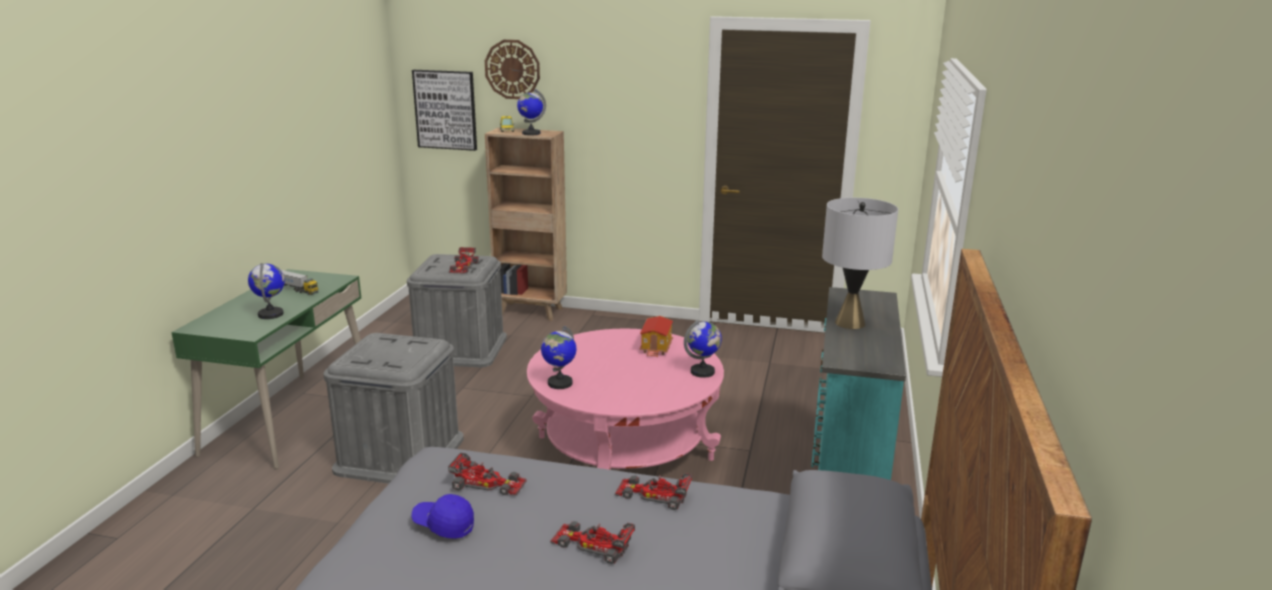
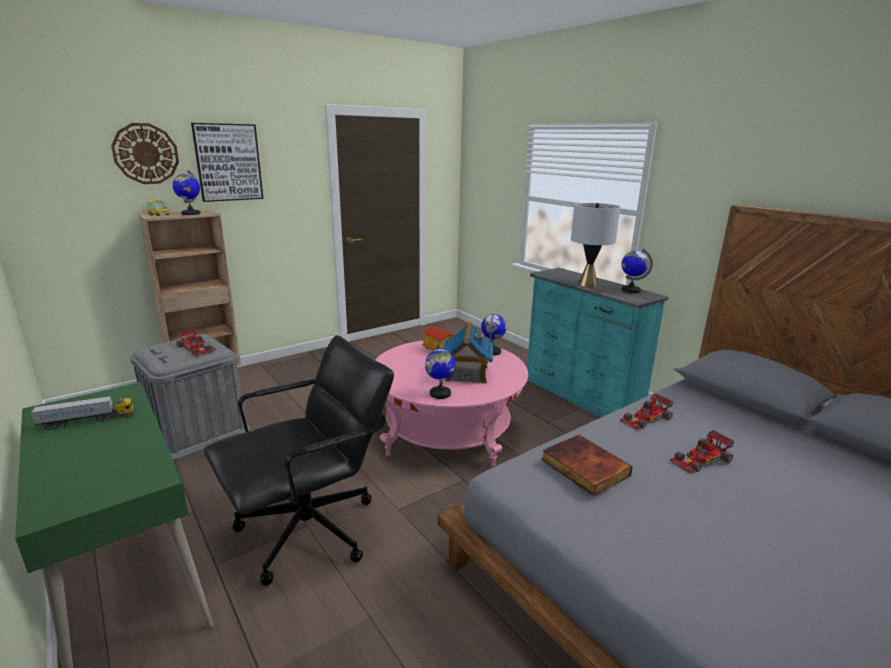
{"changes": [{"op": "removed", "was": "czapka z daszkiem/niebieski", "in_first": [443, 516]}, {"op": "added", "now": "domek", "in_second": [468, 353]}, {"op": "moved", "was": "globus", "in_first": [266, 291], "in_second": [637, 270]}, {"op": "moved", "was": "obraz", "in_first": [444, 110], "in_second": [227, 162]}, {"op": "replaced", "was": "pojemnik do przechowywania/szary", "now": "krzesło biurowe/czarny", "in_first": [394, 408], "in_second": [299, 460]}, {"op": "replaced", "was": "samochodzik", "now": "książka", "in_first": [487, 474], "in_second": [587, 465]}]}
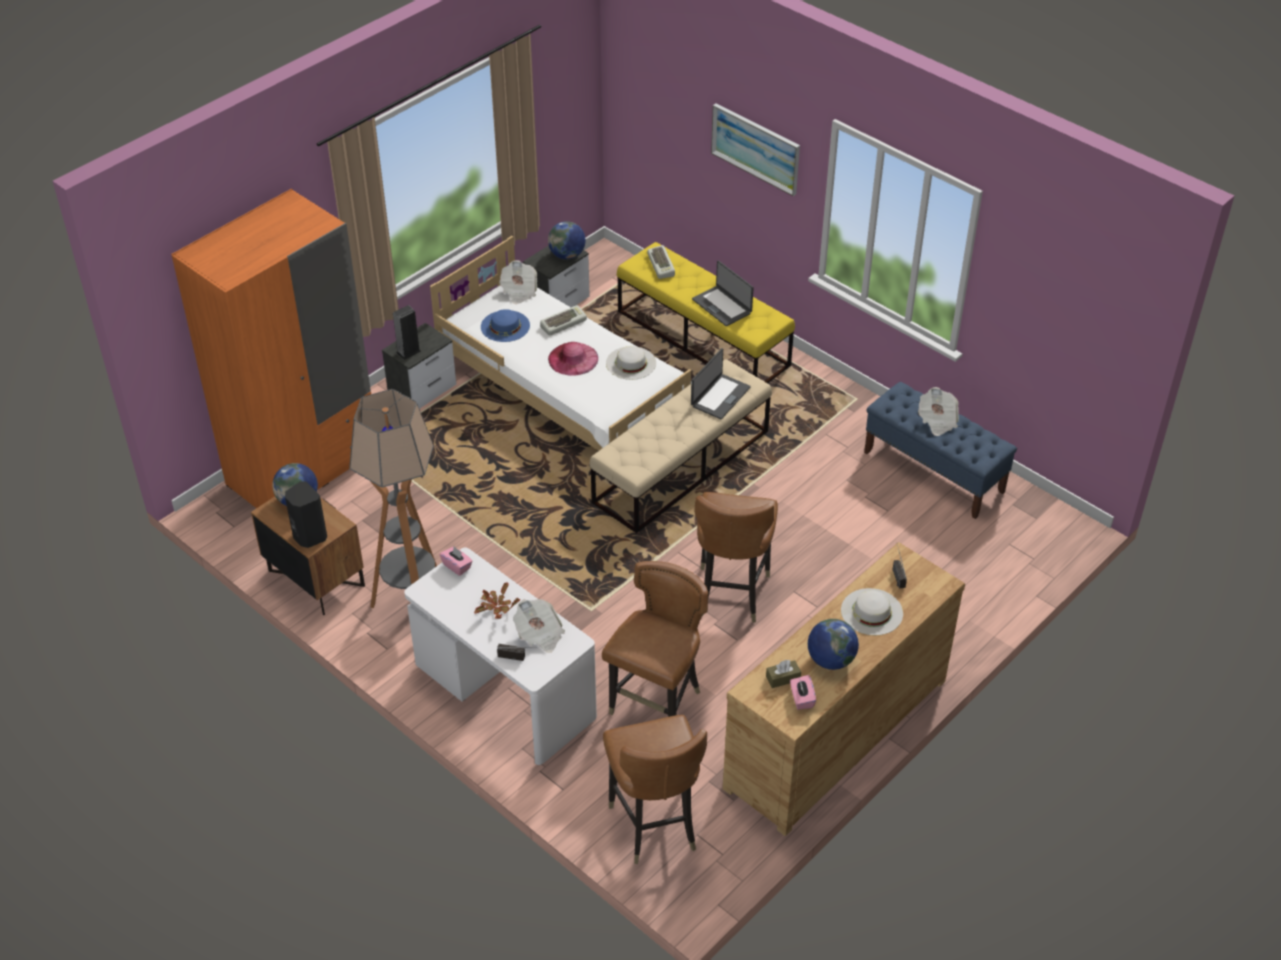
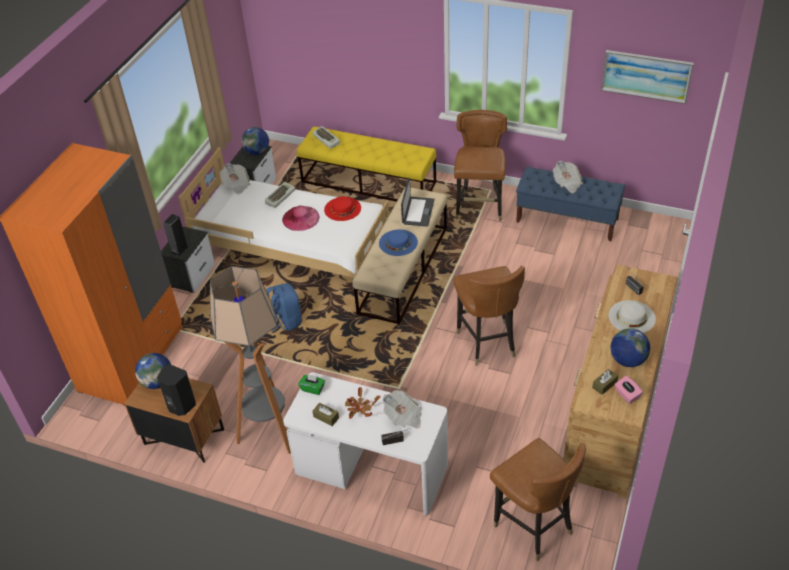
{"changes": [{"op": "removed", "was": "laptop", "in_first": [723, 293]}, {"op": "added", "now": "plecak/niebieski", "in_second": [284, 307]}, {"op": "added", "now": "pudełko chusteczek/brązowy", "in_second": [325, 414]}, {"op": "moved", "was": "kapelusz/niebieski", "in_first": [505, 325], "in_second": [398, 242]}, {"op": "moved", "was": "krzesło/brązowy", "in_first": [655, 639], "in_second": [480, 165]}, {"op": "moved", "was": "obraz", "in_first": [755, 149], "in_second": [647, 77]}, {"op": "recoloured", "was": "pudełko chusteczek/różowy", "now": "pudełko chusteczek/zielony", "in_first": [456, 561], "in_second": [311, 384]}, {"op": "recoloured", "was": "kapelusz/biały", "now": "kapelusz/czerwony", "in_first": [631, 363], "in_second": [342, 208]}]}
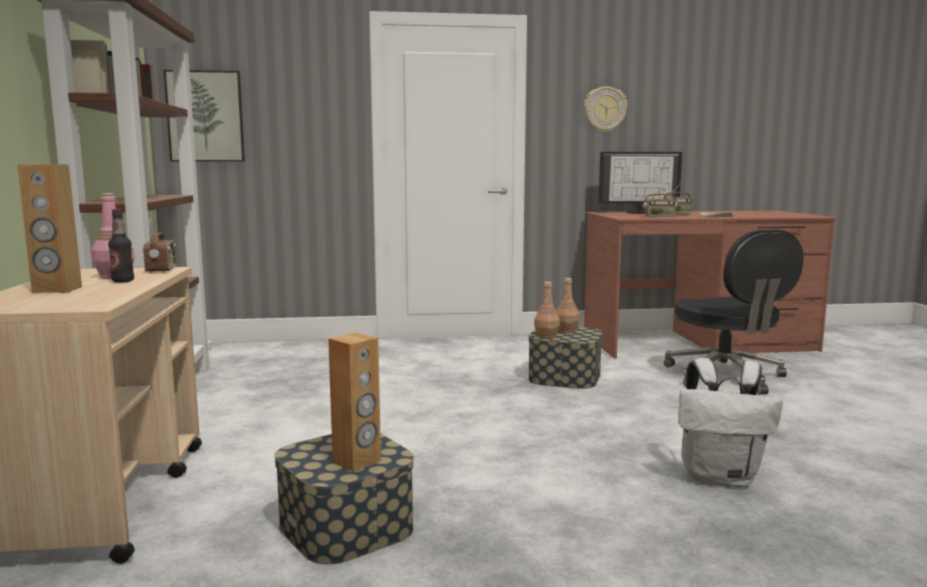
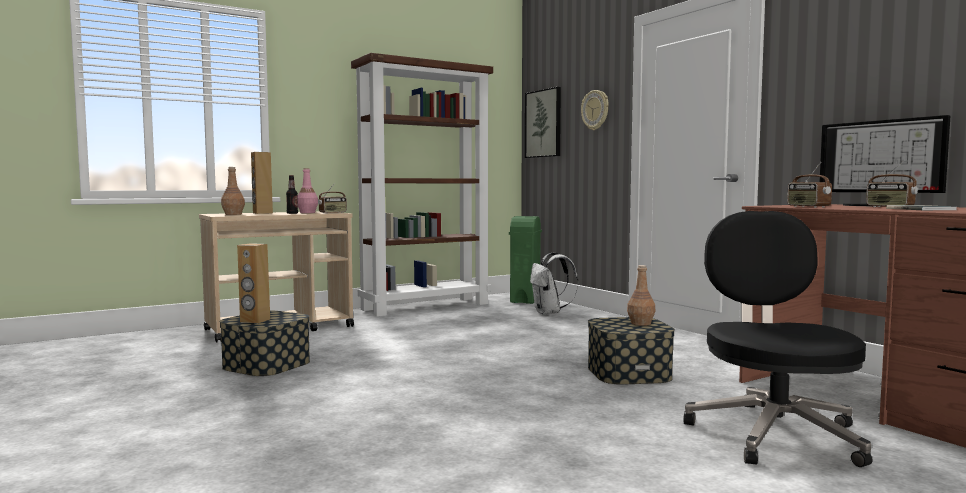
{"changes": [{"op": "added", "now": "kosz na śmieci/zielony", "in_second": [525, 260]}, {"op": "moved", "was": "butelka/brązowy", "in_first": [547, 310], "in_second": [233, 191]}, {"op": "moved", "was": "zegar ścienny", "in_first": [606, 109], "in_second": [595, 110]}, {"op": "moved", "was": "plecak/biały", "in_first": [730, 422], "in_second": [554, 283]}, {"op": "turned", "was": "krzesło biurowe/czarny", "in_first": [734, 312], "in_second": [778, 339], "clockwise": 135}]}
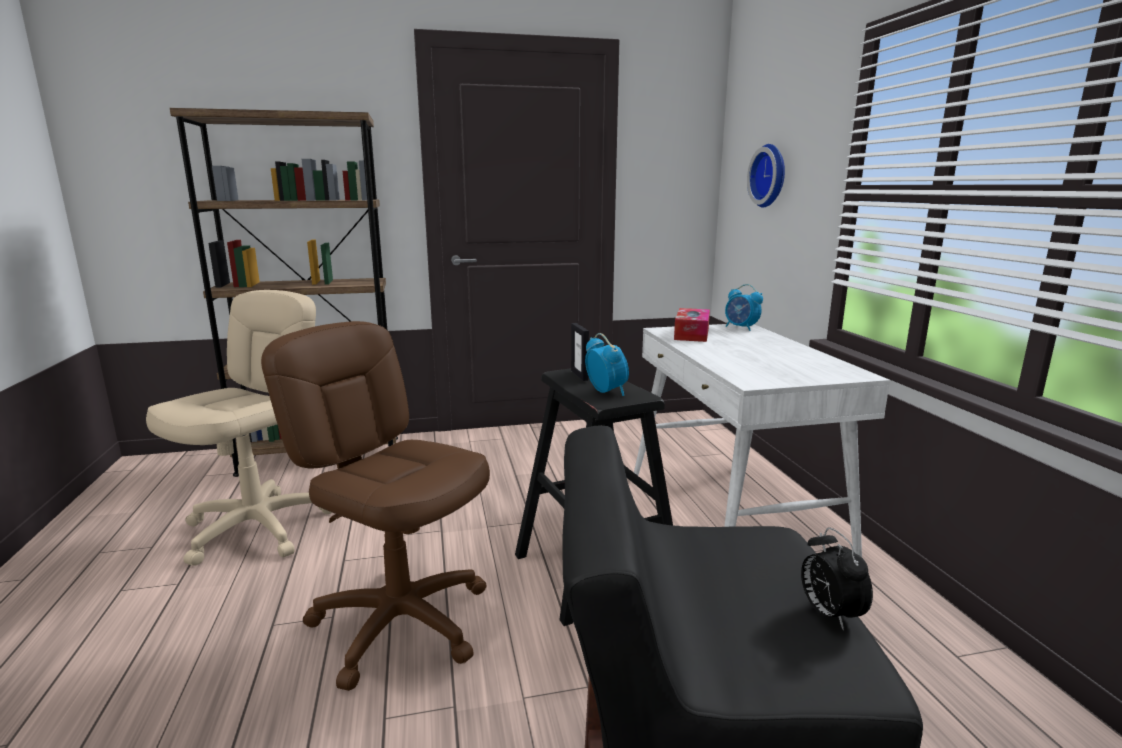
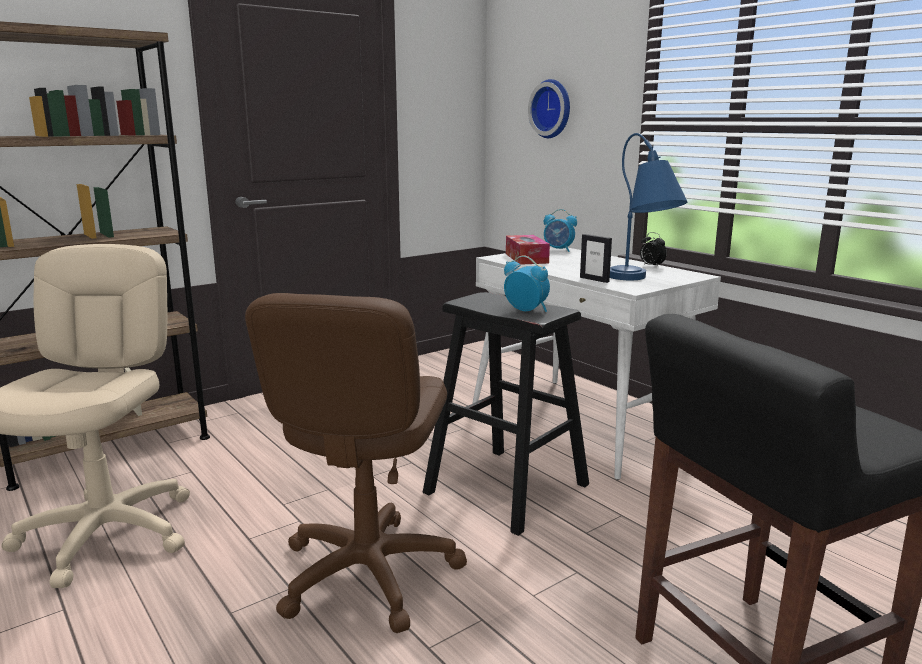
{"changes": [{"op": "added", "now": "lampa stołowa/niebieski", "in_second": [648, 206]}, {"op": "moved", "was": "ramka na zdjęcie", "in_first": [580, 352], "in_second": [596, 258]}, {"op": "moved", "was": "budzik", "in_first": [837, 579], "in_second": [653, 250]}, {"op": "turned", "was": "krzesło biurowe/brązowy", "in_first": [375, 506], "in_second": [356, 463], "clockwise": -90}]}
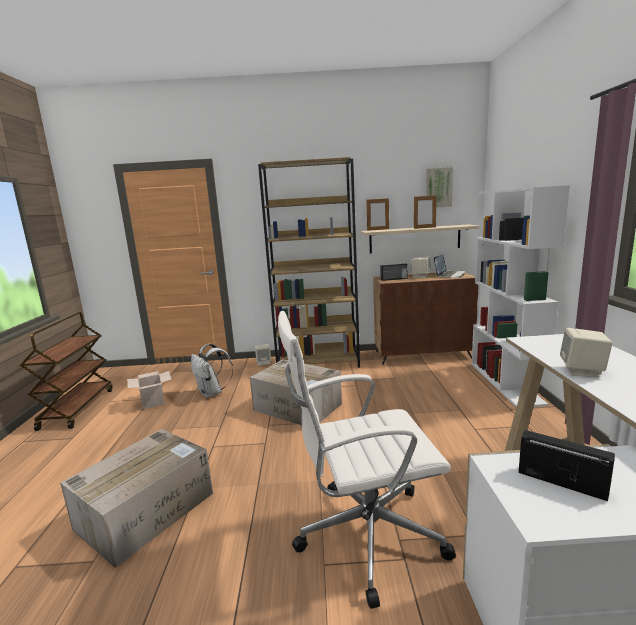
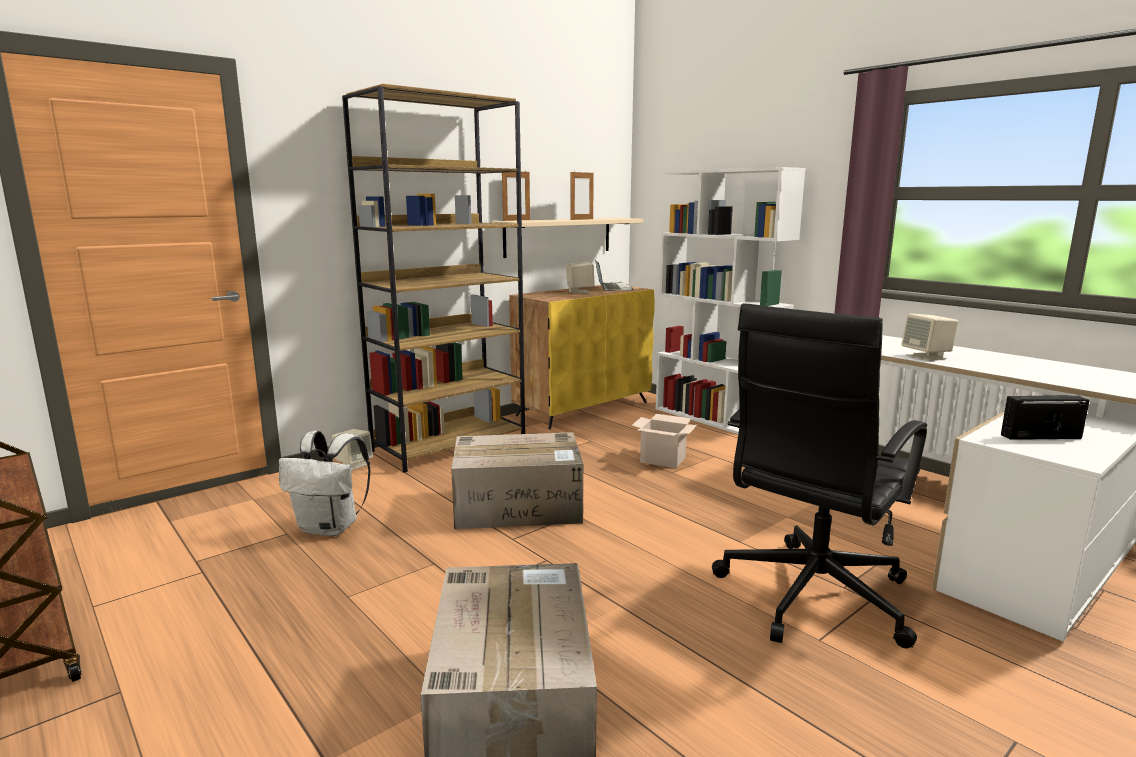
{"changes": [{"op": "removed", "was": "radio", "in_first": [394, 272]}, {"op": "removed", "was": "obraz", "in_first": [439, 187]}, {"op": "moved", "was": "karton", "in_first": [149, 390], "in_second": [664, 441]}, {"op": "recoloured", "was": "krzesło biurowe/biały", "now": "krzesło biurowe/czarny", "in_first": [367, 460], "in_second": [819, 475]}, {"op": "recoloured", "was": "szafka/brązowy", "now": "szafka/żółty", "in_first": [426, 318], "in_second": [582, 357]}]}
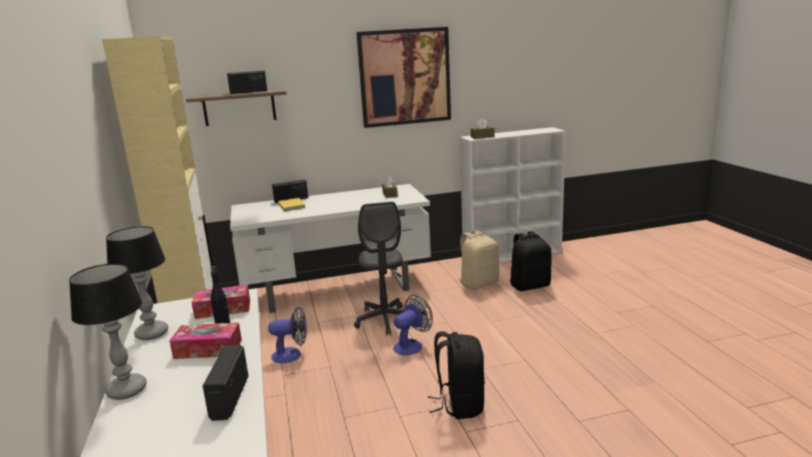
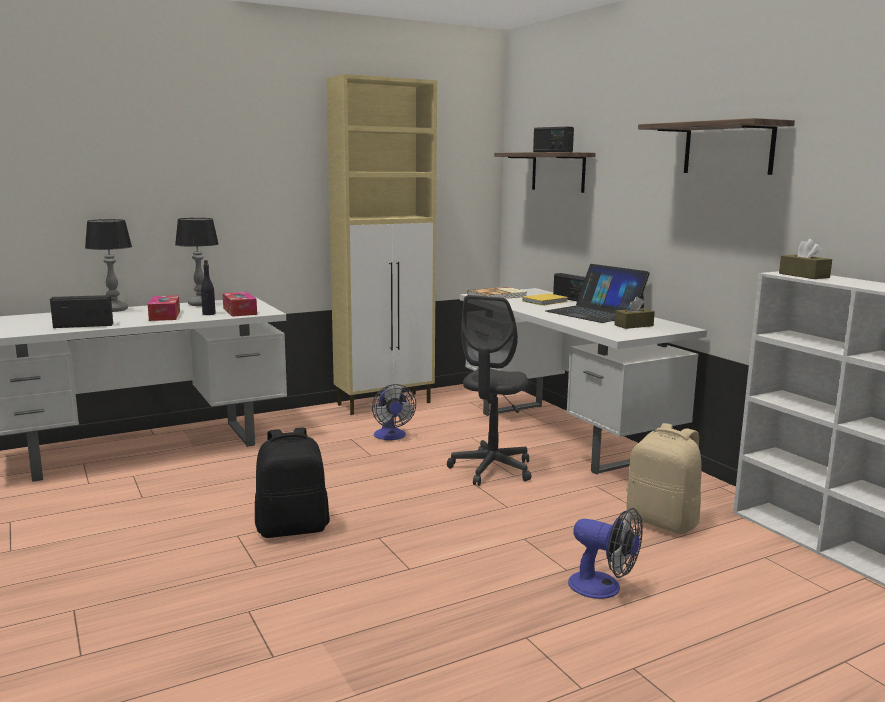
{"changes": [{"op": "removed", "was": "plecak/czarny", "in_first": [531, 261]}, {"op": "added", "now": "książka", "in_second": [497, 293]}, {"op": "added", "now": "laptop", "in_second": [597, 293]}, {"op": "moved", "was": "wentylator", "in_first": [413, 325], "in_second": [605, 553]}, {"op": "replaced", "was": "obraz", "now": "półka", "in_first": [403, 77], "in_second": [716, 146]}, {"op": "turned", "was": "krzesło biurowe/szary", "in_first": [379, 269], "in_second": [489, 390], "clockwise": -45}]}
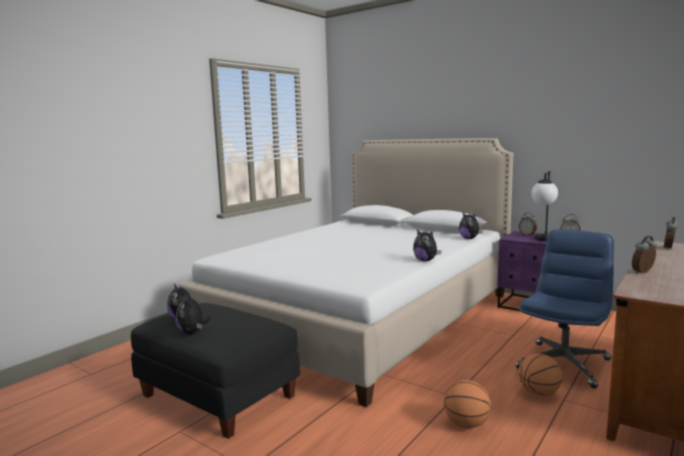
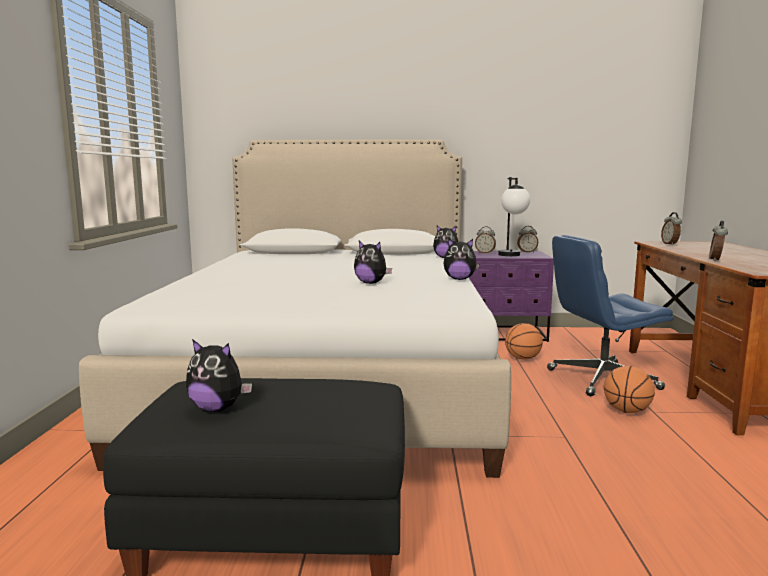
{"changes": [{"op": "moved", "was": "pluszak", "in_first": [193, 314], "in_second": [373, 262]}, {"op": "moved", "was": "piłka do koszykówki", "in_first": [467, 404], "in_second": [524, 341]}, {"op": "turned", "was": "krzesło biurowe/niebieski", "in_first": [565, 309], "in_second": [610, 315], "clockwise": -105}]}
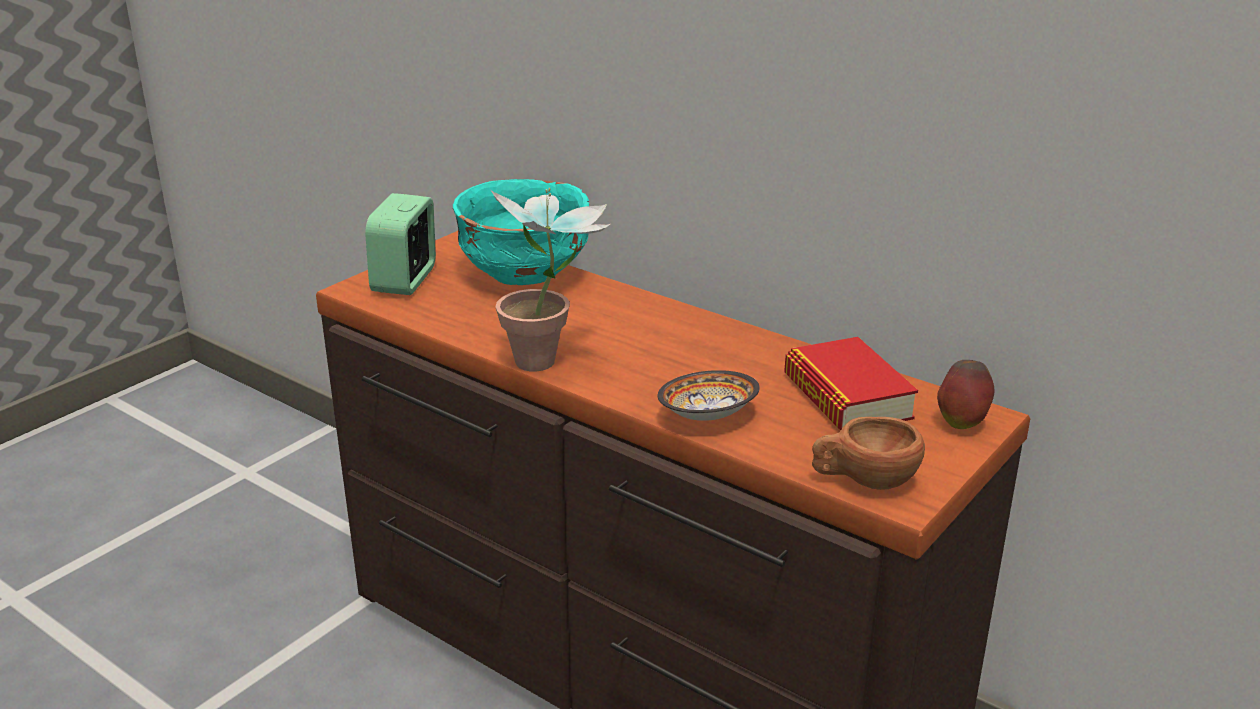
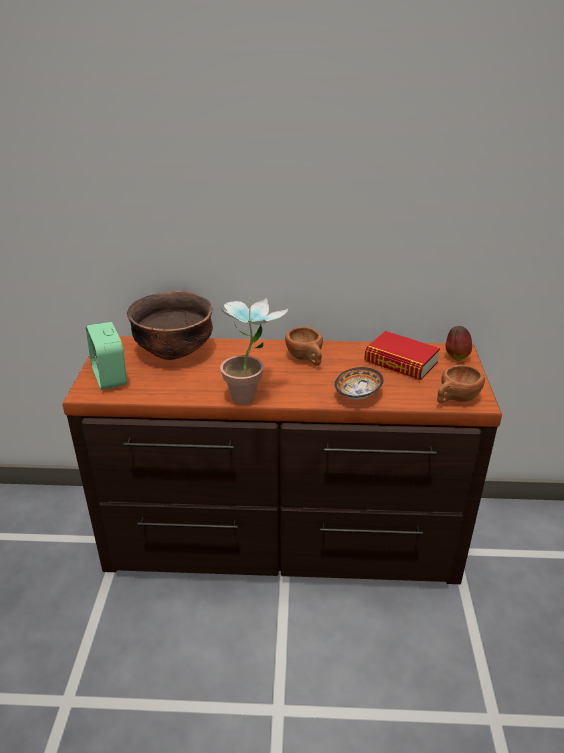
{"changes": [{"op": "added", "now": "filiżanka/brązowy", "in_second": [304, 346]}, {"op": "recoloured", "was": "miska/turkusowy", "now": "miska/brązowy", "in_first": [521, 232], "in_second": [170, 325]}]}
